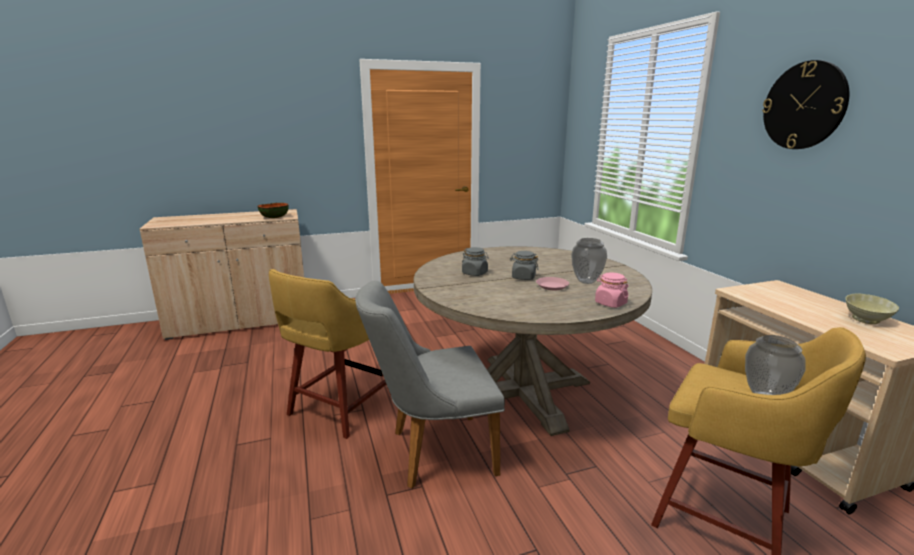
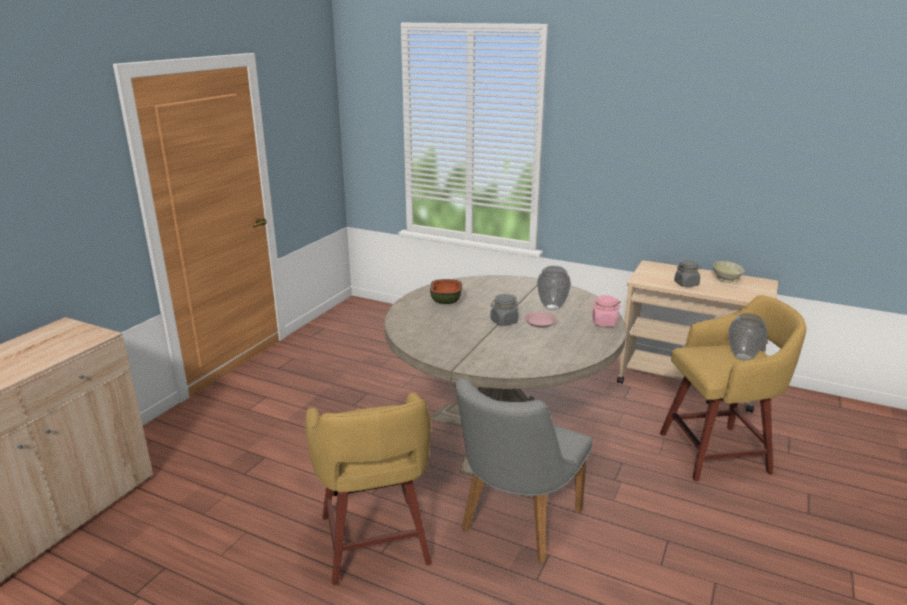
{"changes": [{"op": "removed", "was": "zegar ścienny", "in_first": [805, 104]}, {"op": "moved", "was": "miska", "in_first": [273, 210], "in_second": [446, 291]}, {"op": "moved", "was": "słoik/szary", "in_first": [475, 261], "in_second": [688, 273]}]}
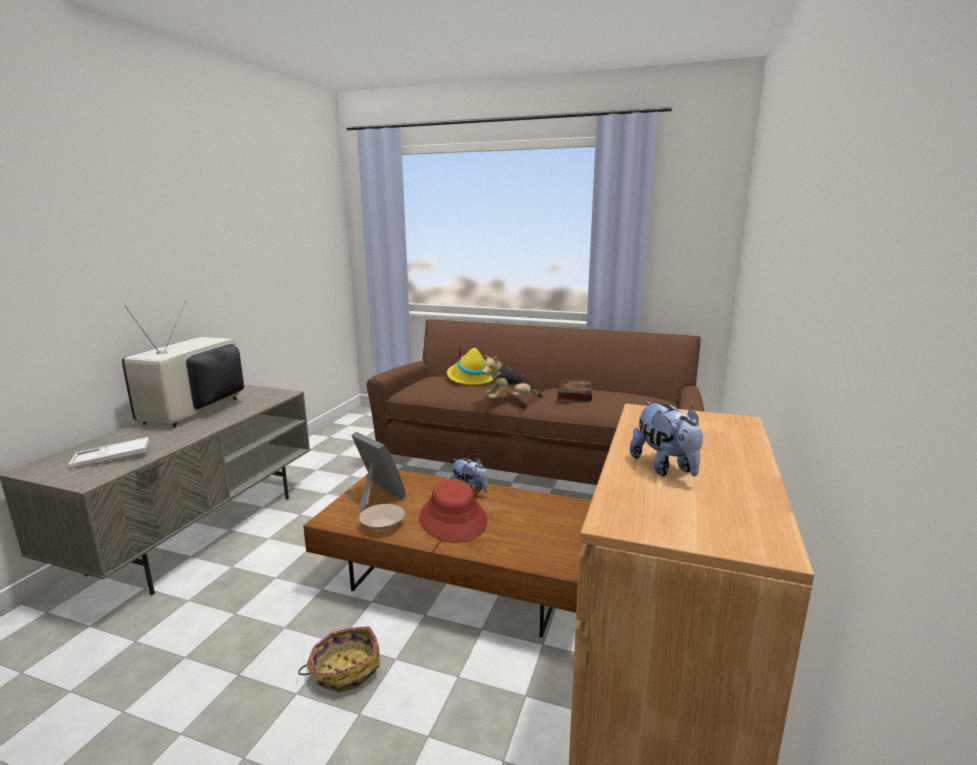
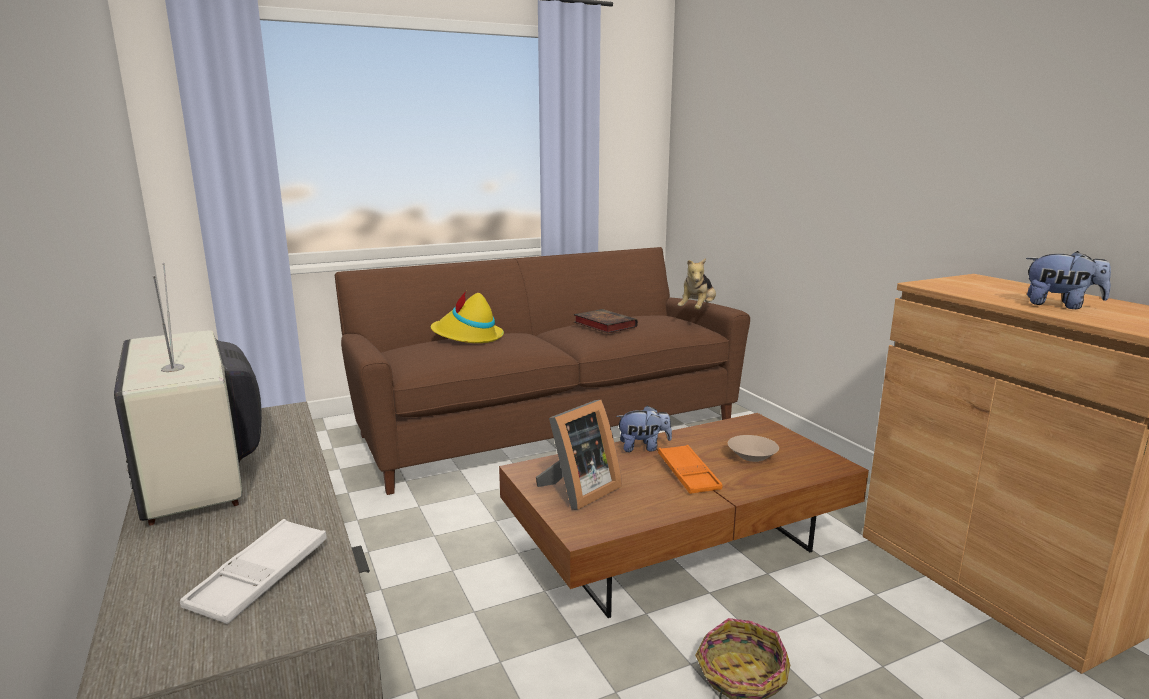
{"changes": [{"op": "moved", "was": "miska/beżowy", "in_first": [382, 517], "in_second": [753, 448]}, {"op": "moved", "was": "pluszak", "in_first": [512, 377], "in_second": [697, 284]}, {"op": "replaced", "was": "kapelusz/czerwony", "now": "taca/pomarańczowy", "in_first": [453, 511], "in_second": [690, 469]}, {"op": "turned", "was": "ramka na zdjęcie", "in_first": [378, 472], "in_second": [579, 455], "clockwise": 135}]}
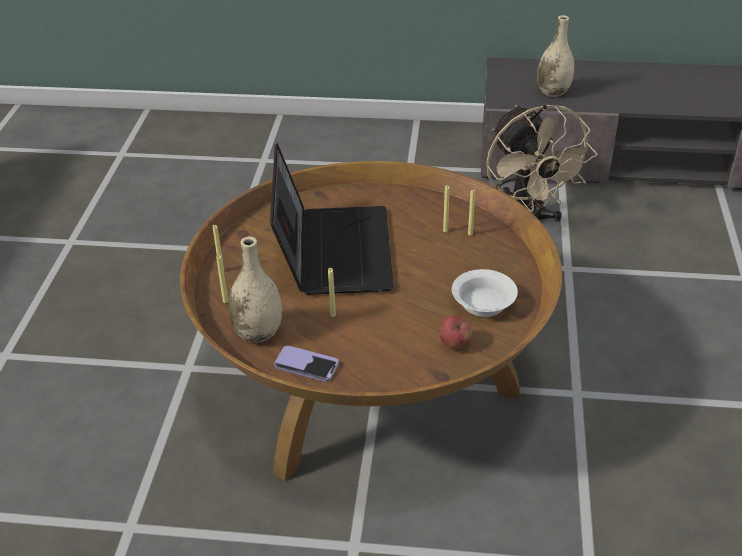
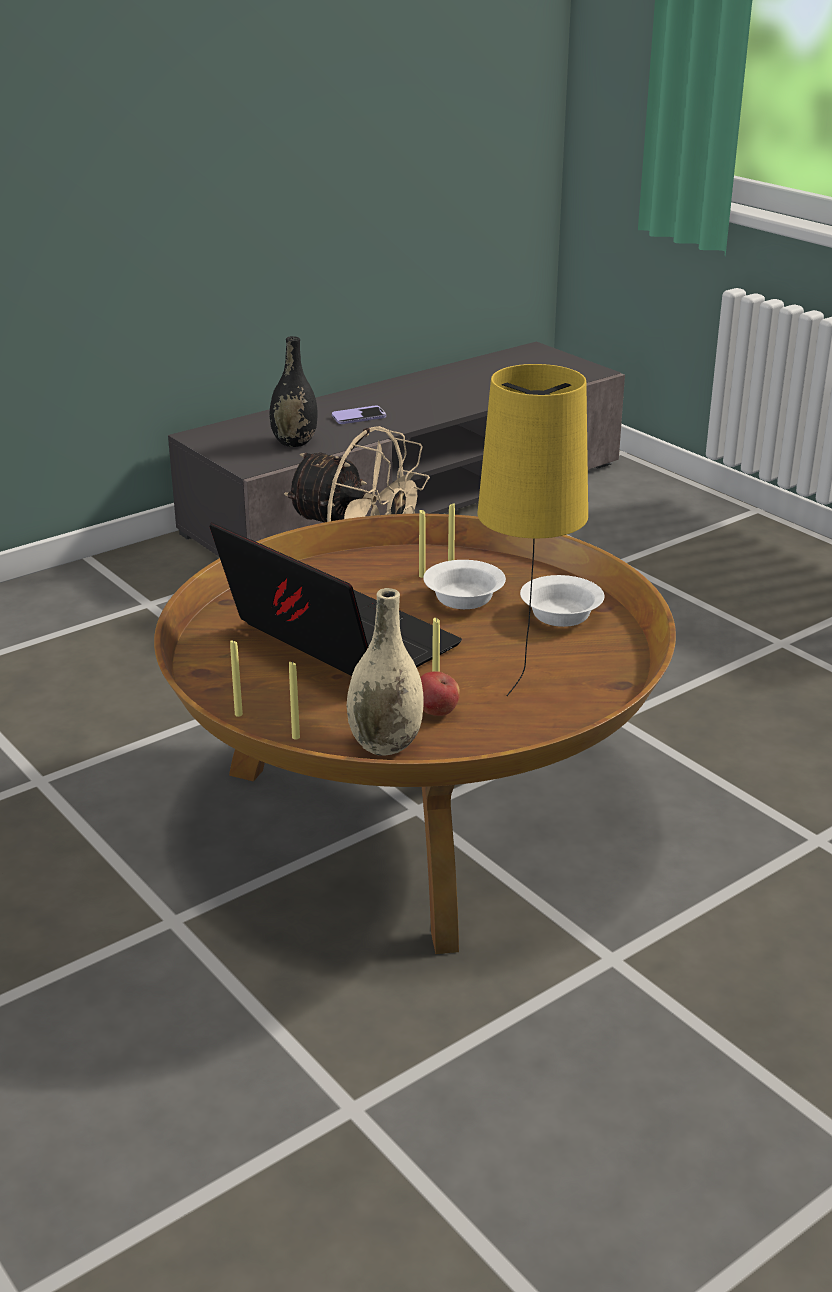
{"changes": [{"op": "added", "now": "miska/biały", "in_second": [464, 584]}, {"op": "added", "now": "lampa stołowa/żółty", "in_second": [533, 530]}, {"op": "moved", "was": "telefon", "in_first": [306, 364], "in_second": [359, 414]}, {"op": "moved", "was": "jabłko", "in_first": [455, 332], "in_second": [440, 693]}, {"op": "recoloured", "was": "wazon/beżowy", "now": "wazon/czarny", "in_first": [555, 56], "in_second": [293, 391]}]}
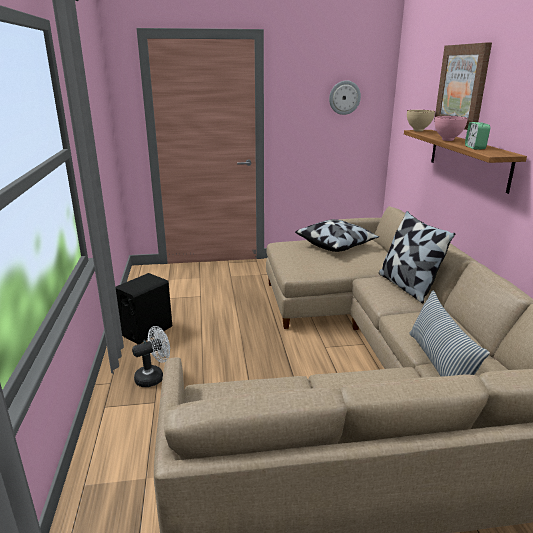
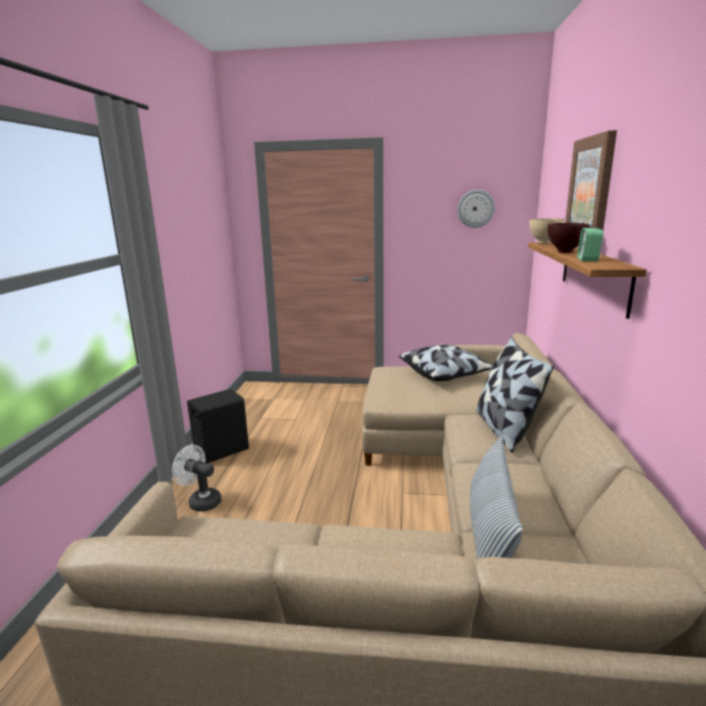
{"changes": [{"op": "recoloured", "was": "miska/różowy", "now": "miska/brązowy", "in_first": [451, 128], "in_second": [568, 238]}, {"op": "turned", "was": "wentylator/biały", "in_first": [151, 356], "in_second": [197, 478], "clockwise": -135}]}
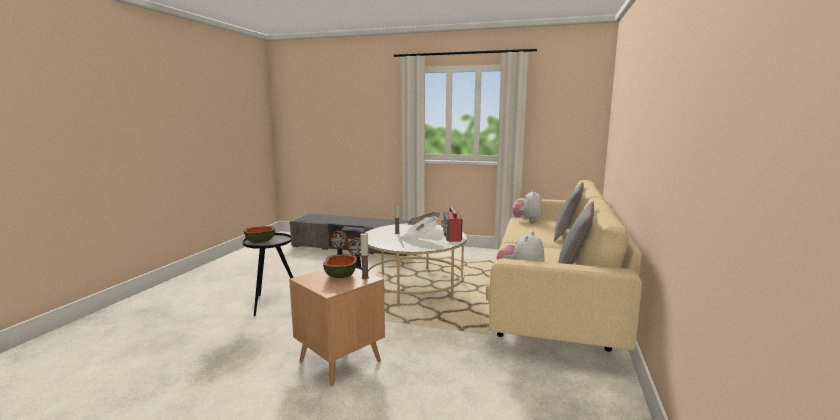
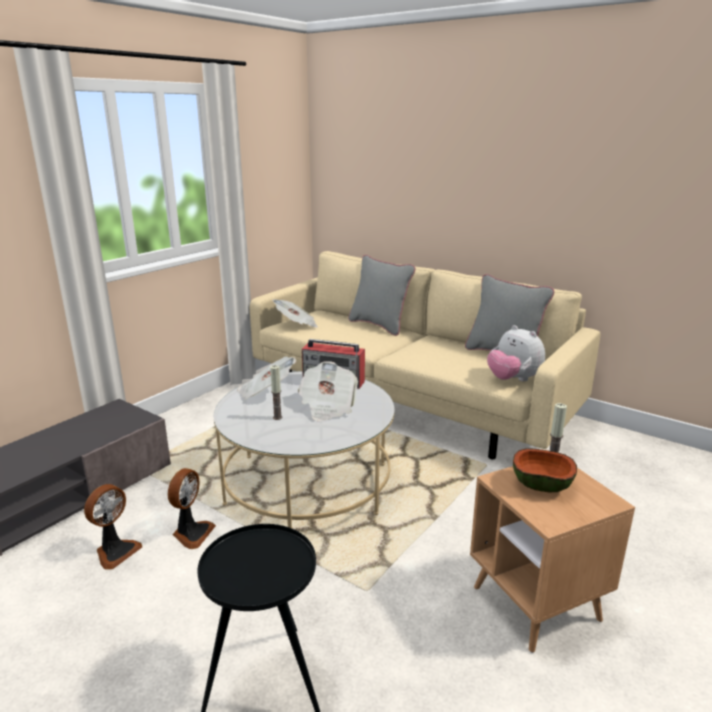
{"changes": [{"op": "removed", "was": "miska", "in_first": [259, 234]}, {"op": "replaced", "was": "pluszak", "now": "gazeta", "in_first": [527, 206], "in_second": [295, 313]}]}
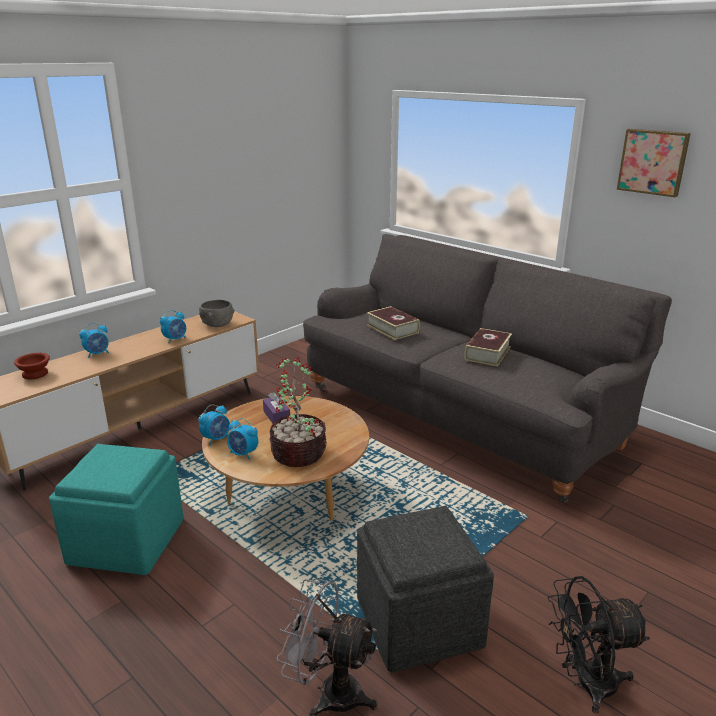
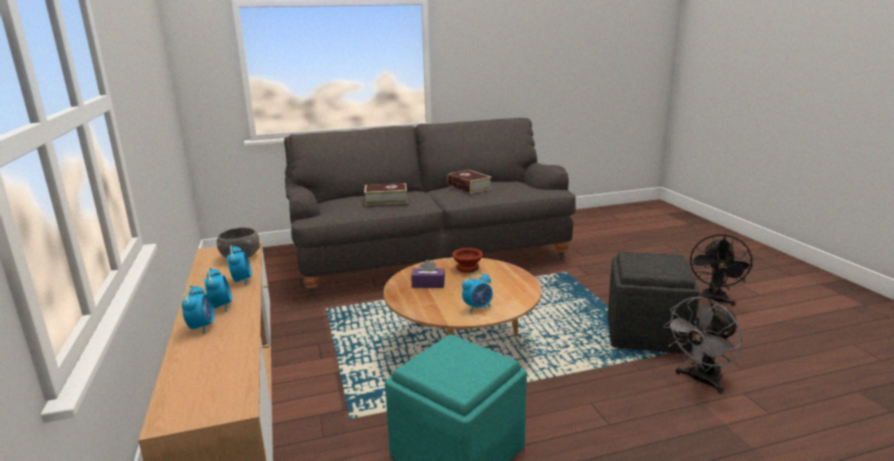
{"changes": [{"op": "removed", "was": "roślina doniczkowa", "in_first": [298, 412]}, {"op": "removed", "was": "obraz", "in_first": [654, 163]}, {"op": "moved", "was": "miska/brązowy", "in_first": [32, 366], "in_second": [467, 260]}, {"op": "moved", "was": "budzik", "in_first": [214, 425], "in_second": [218, 289]}]}
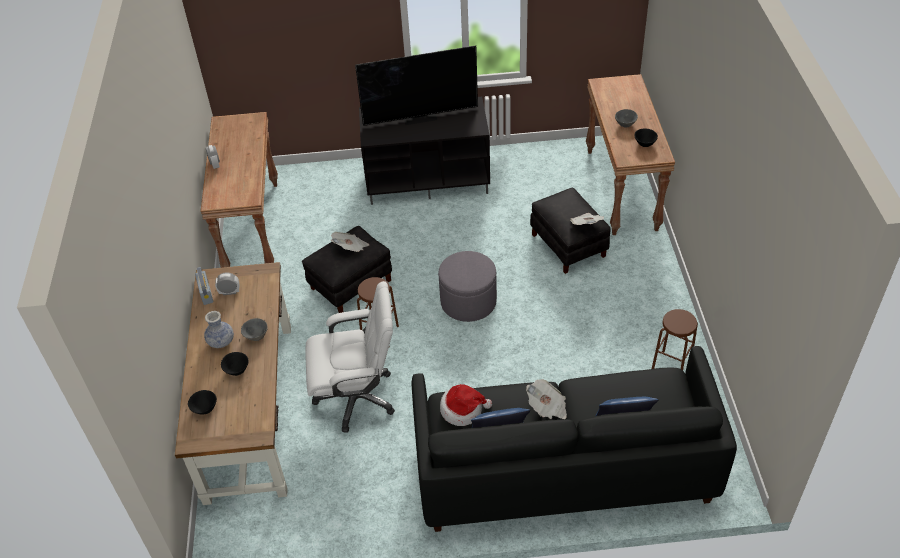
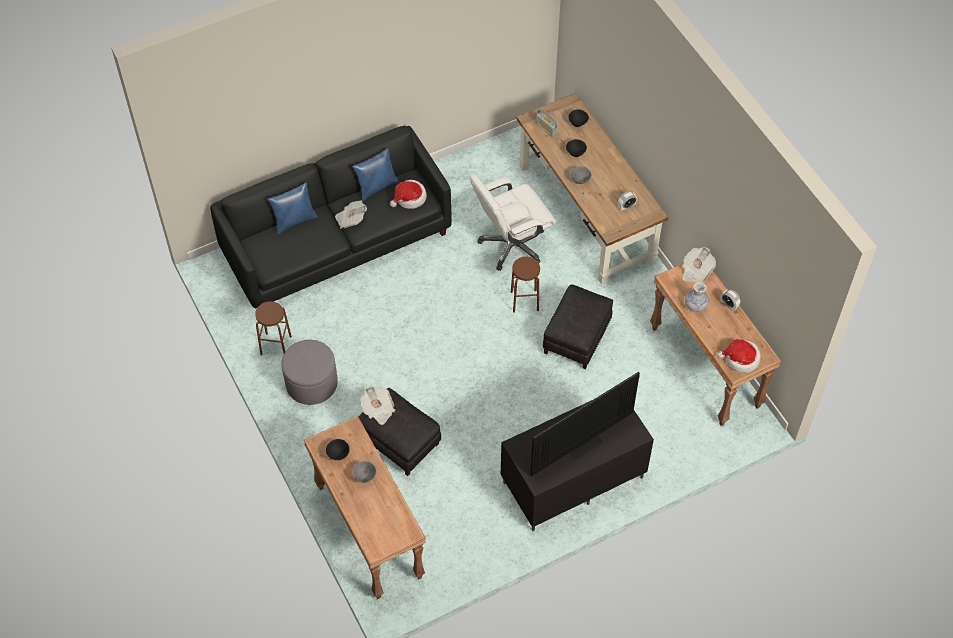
{"changes": [{"op": "added", "now": "kapelusz", "in_second": [739, 356]}, {"op": "moved", "was": "radio", "in_first": [204, 286], "in_second": [547, 123]}, {"op": "moved", "was": "wazon", "in_first": [219, 329], "in_second": [697, 297]}, {"op": "moved", "was": "gazeta", "in_first": [350, 242], "in_second": [699, 264]}, {"op": "moved", "was": "pufa/szary", "in_first": [467, 286], "in_second": [309, 372]}]}
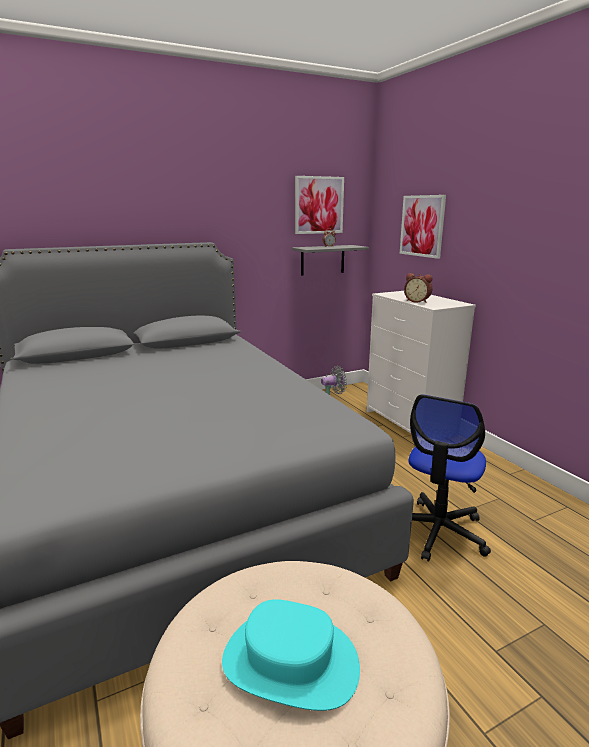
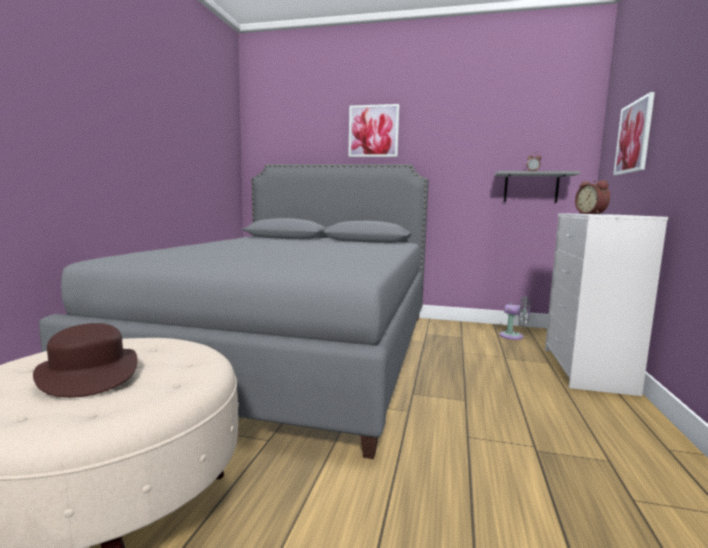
{"changes": [{"op": "removed", "was": "krzesło biurowe", "in_first": [449, 478]}, {"op": "moved", "was": "obraz", "in_first": [319, 205], "in_second": [373, 130]}, {"op": "recoloured", "was": "kapelusz/turkusowy", "now": "kapelusz/brązowy", "in_first": [291, 655], "in_second": [85, 360]}]}
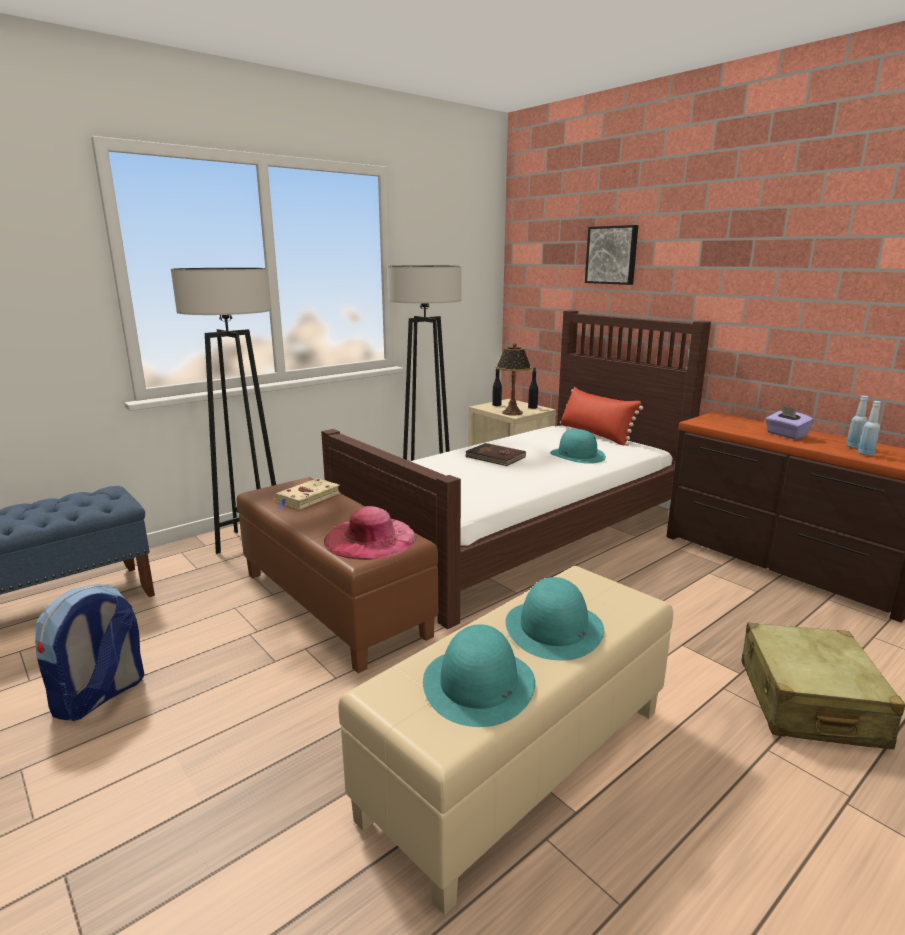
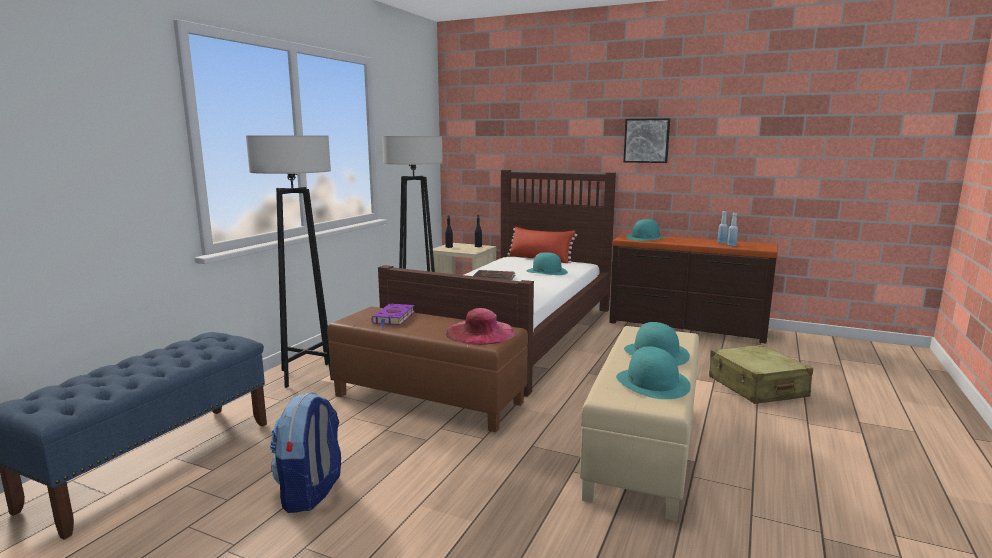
{"changes": [{"op": "removed", "was": "lampa stołowa", "in_first": [514, 379]}, {"op": "removed", "was": "pudełko chusteczek/fioletowy", "in_first": [789, 422]}, {"op": "added", "now": "kapelusz/turkusowy", "in_second": [646, 230]}, {"op": "moved", "was": "obraz", "in_first": [611, 255], "in_second": [646, 140]}, {"op": "recoloured", "was": "książka/beżowy", "now": "książka/fioletowy", "in_first": [308, 493], "in_second": [393, 315]}]}
